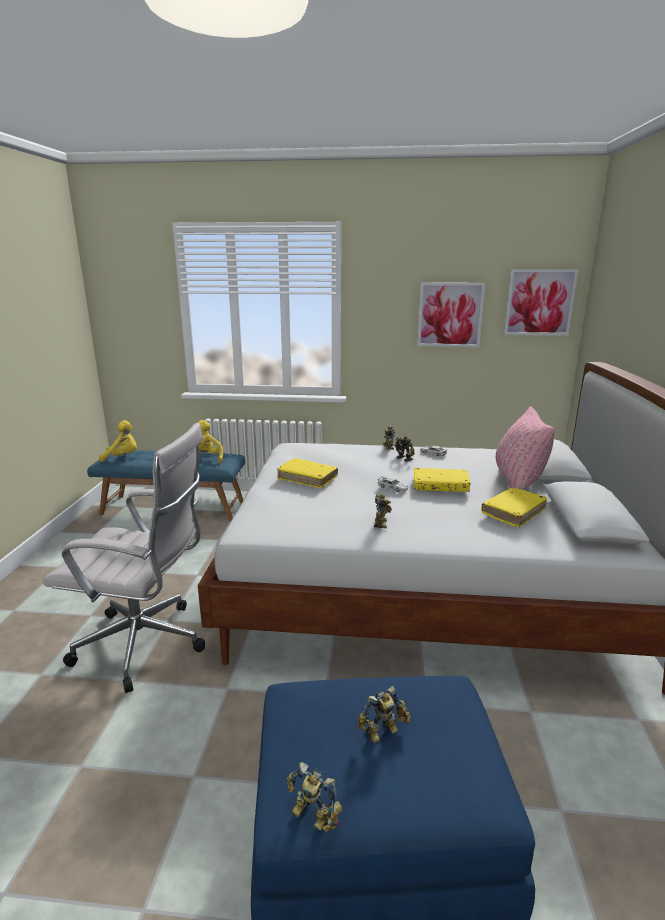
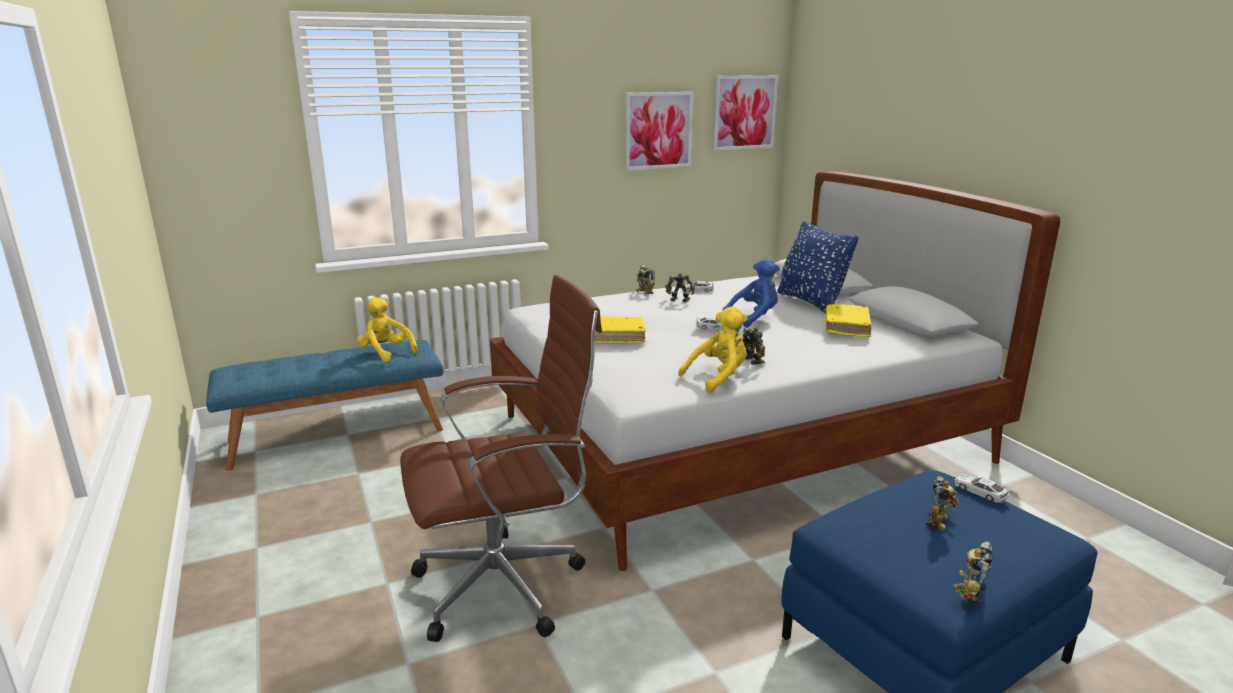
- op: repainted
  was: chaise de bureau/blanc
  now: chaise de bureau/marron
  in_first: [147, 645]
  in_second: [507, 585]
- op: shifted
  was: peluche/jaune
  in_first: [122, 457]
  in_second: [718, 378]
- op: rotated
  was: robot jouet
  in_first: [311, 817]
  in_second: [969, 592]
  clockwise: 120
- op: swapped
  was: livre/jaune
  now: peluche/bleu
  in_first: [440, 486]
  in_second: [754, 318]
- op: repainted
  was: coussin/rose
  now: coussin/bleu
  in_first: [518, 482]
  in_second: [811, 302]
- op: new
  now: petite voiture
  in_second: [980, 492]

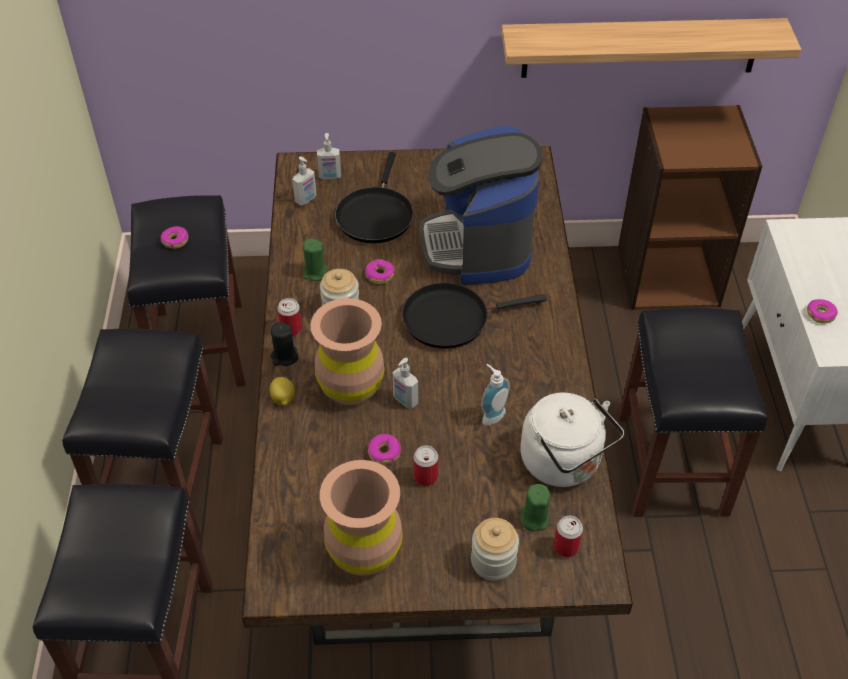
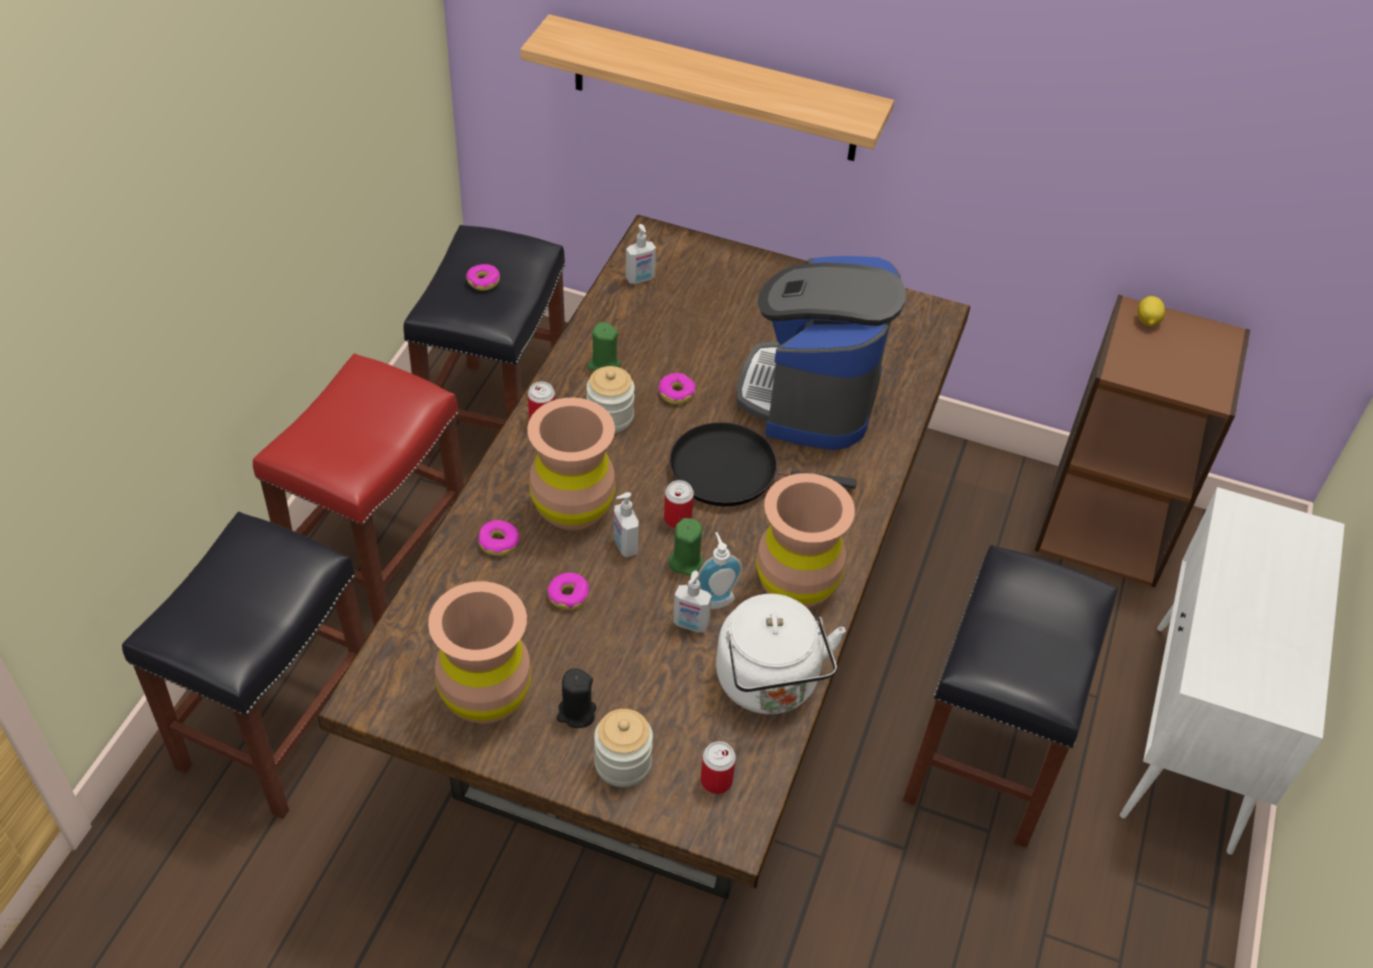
- op: repainted
  was: tabouret/noir
  now: tabouret/rouge
  in_first: [164, 484]
  in_second: [380, 558]
- op: shifted
  was: citron
  in_first: [283, 399]
  in_second: [1147, 321]
- op: shifted
  was: bougie/noir
  in_first: [284, 357]
  in_second: [576, 713]
- op: shifted
  was: distributeur de savon
  in_first: [330, 176]
  in_second: [690, 624]
- op: gone
  was: poêle/noir
  in_first: [375, 215]
- op: shifted
  was: boîte métallique
  in_first: [425, 477]
  in_second: [677, 519]
- op: shifted
  was: étagère
  in_first: [640, 48]
  in_second: [714, 90]
- op: shifted
  was: bougie/vert
  in_first: [534, 518]
  in_second: [685, 561]
- op: shifted
  was: beignet
  in_first: [820, 314]
  in_second: [499, 542]
- op: new
  now: vase/marron
  in_second: [796, 584]

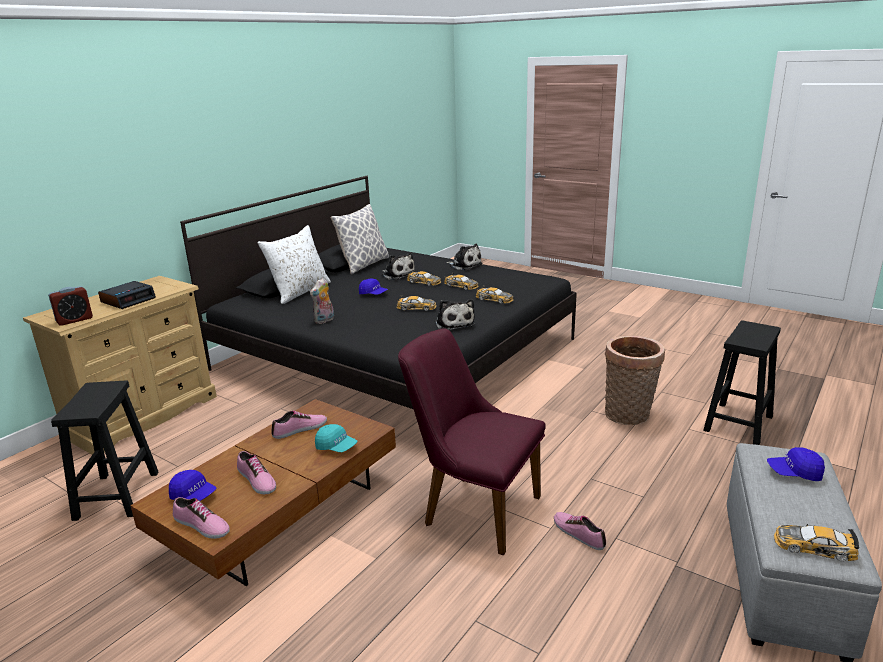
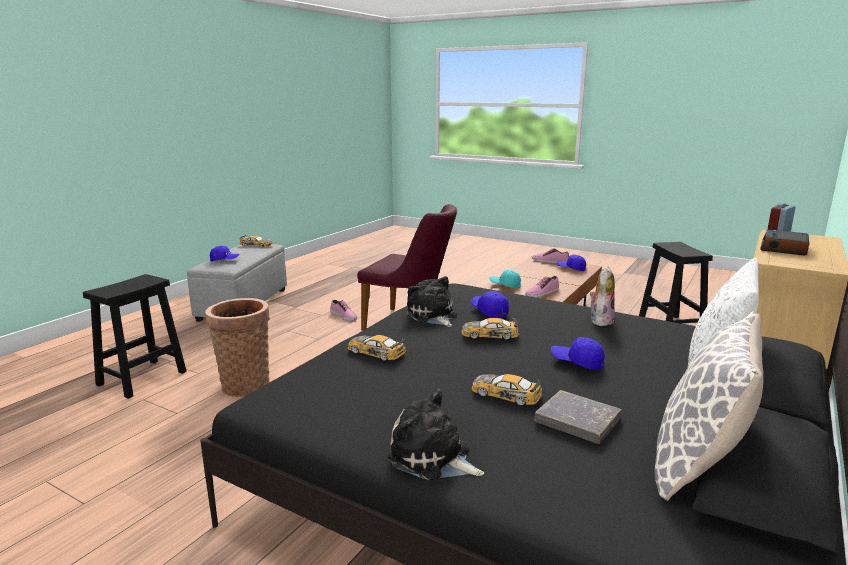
- op: gone
  was: chaussure
  in_first: [256, 480]
- op: swapped
  was: peluche
  now: livre/gris
  in_first: [397, 274]
  in_second: [577, 421]
- op: gone
  was: petite voiture
  in_first: [461, 285]
- op: new
  now: casquette/bleu
  in_second: [489, 311]

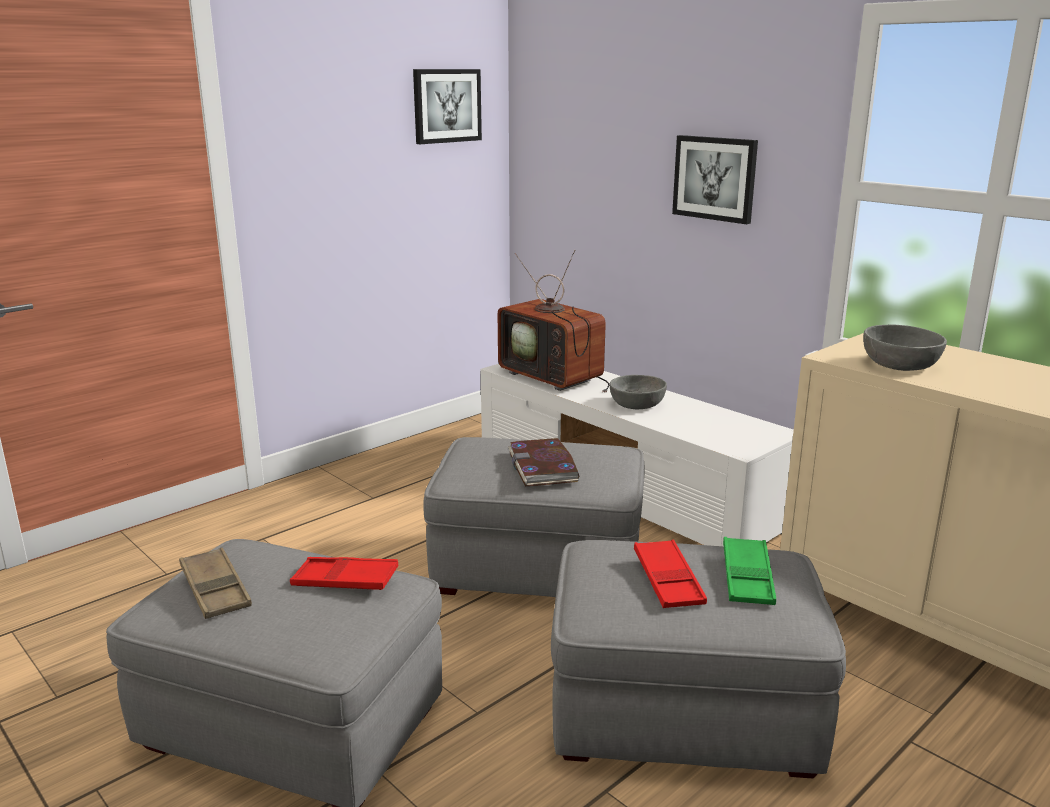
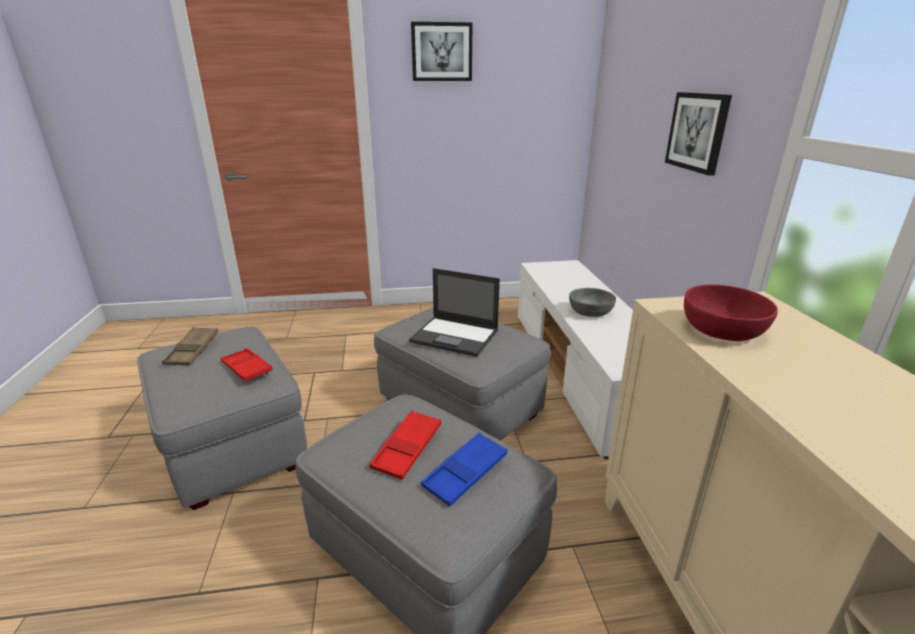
- op: shifted
  was: tableau
  in_first: [446, 106]
  in_second: [441, 52]
- op: gone
  was: téléviseur
  in_first: [555, 377]
- op: swapped
  was: livre
  now: ordinateur portable
  in_first: [543, 467]
  in_second: [455, 336]
- op: repainted
  was: plateau/vert
  now: plateau/bleu
  in_first: [747, 577]
  in_second: [465, 473]
- op: repainted
  was: bol/gris
  now: bol/rouge
  in_first: [900, 364]
  in_second: [722, 330]

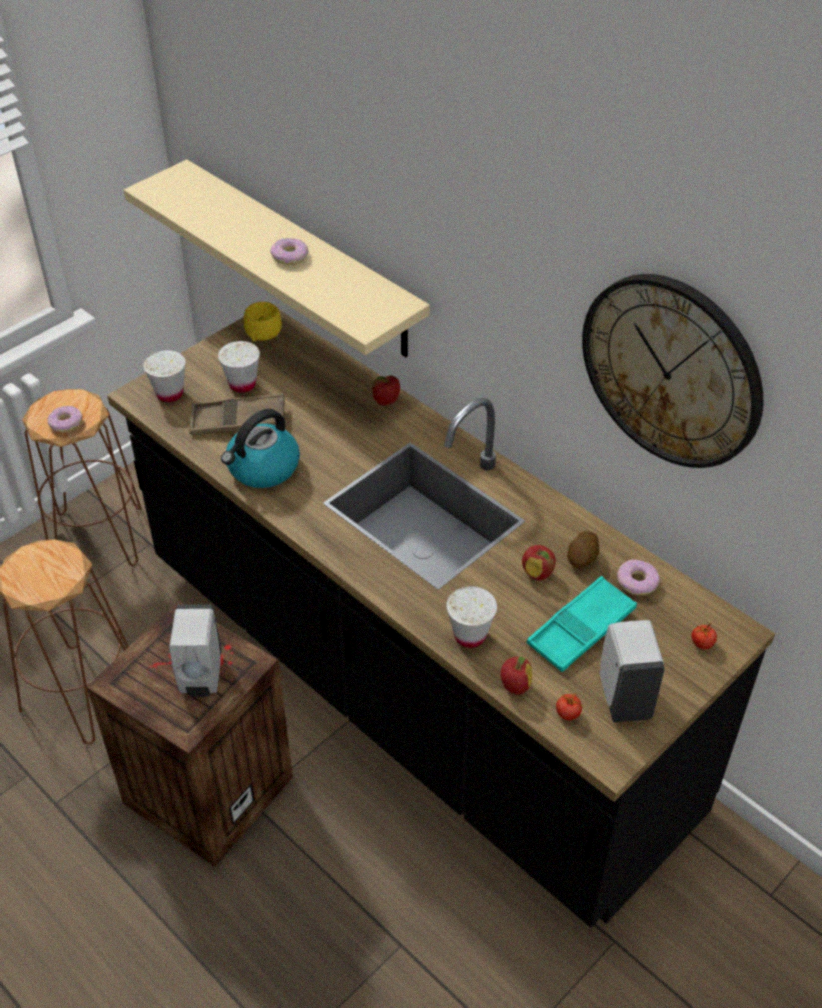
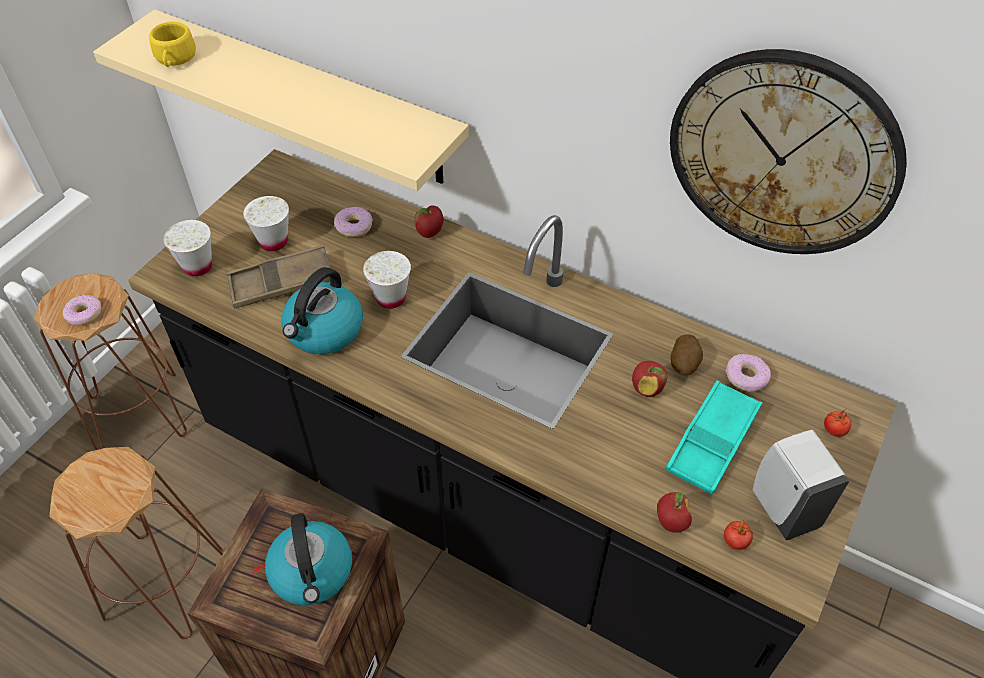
- op: swapped
  was: distributeur de savon/blanc
  now: bouilloire
  in_first: [201, 678]
  in_second: [312, 572]
- op: shifted
  was: tasse/jaune
  in_first: [261, 333]
  in_second: [175, 59]
- op: shifted
  was: beignet
  in_first: [290, 256]
  in_second: [354, 226]
- op: shifted
  was: tasse/blanc
  in_first: [470, 636]
  in_second: [390, 298]

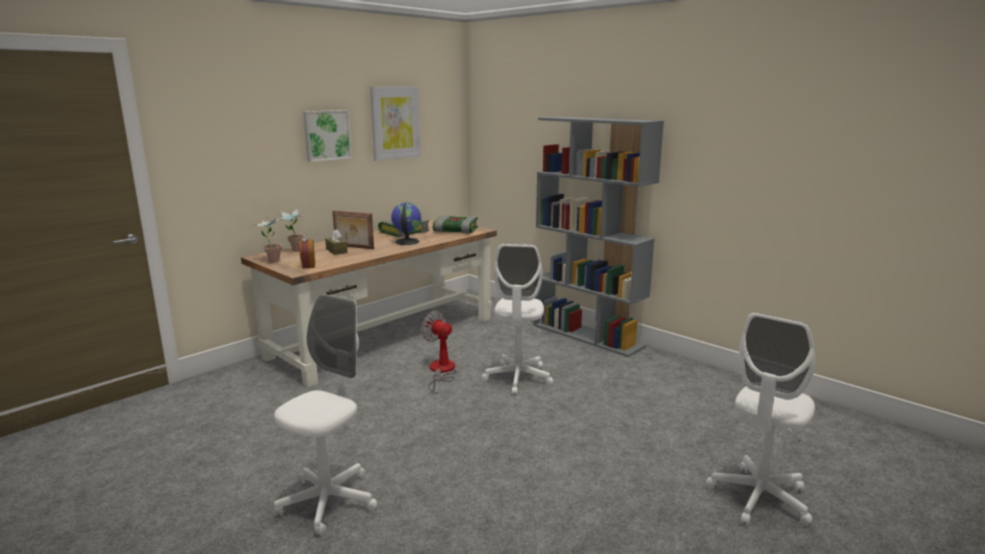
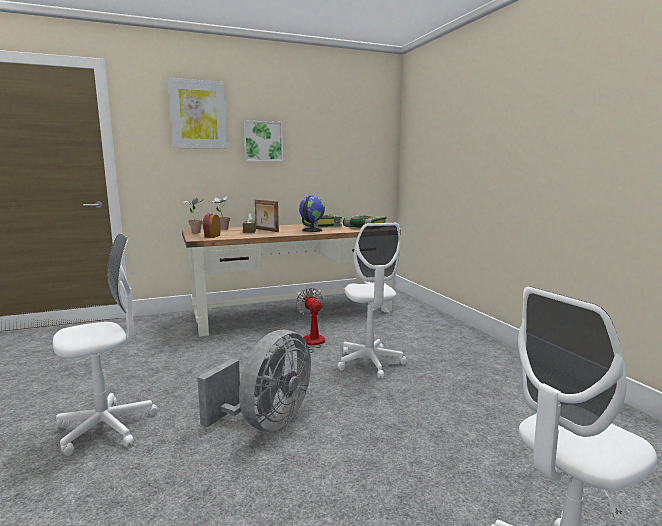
- op: shifted
  was: tableau
  in_first: [395, 123]
  in_second: [198, 115]
- op: rotated
  was: chaise de bureau/blanc
  in_first: [518, 379]
  in_second: [370, 362]
  clockwise: -45
- op: gone
  was: bibliothèque/gris
  in_first: [588, 336]
- op: new
  now: ventilateur/gris
  in_second: [266, 422]

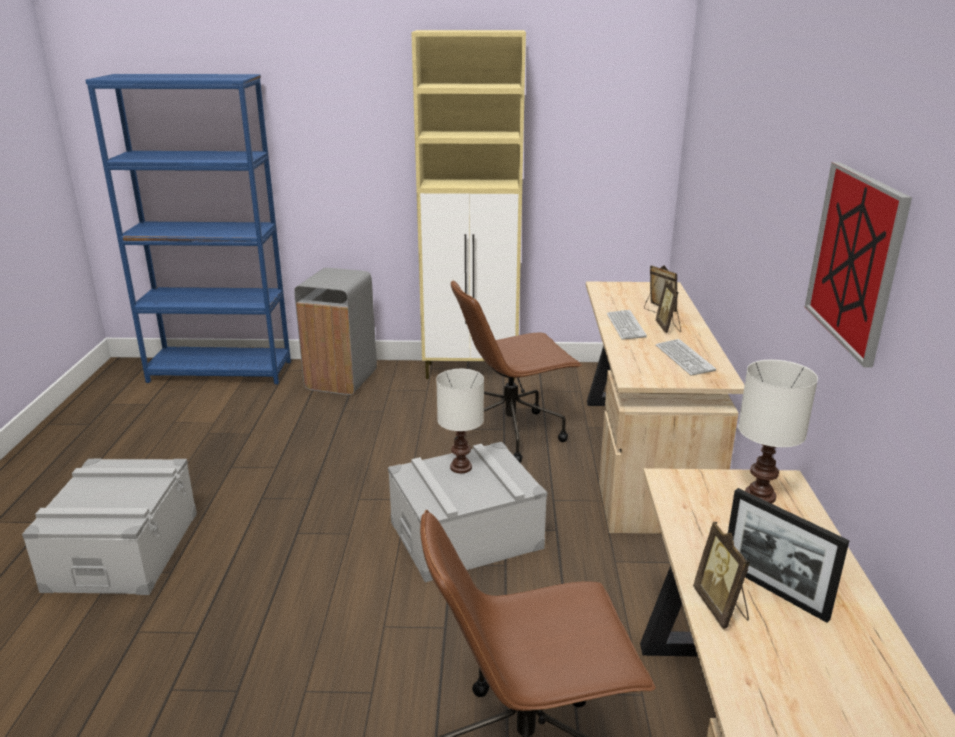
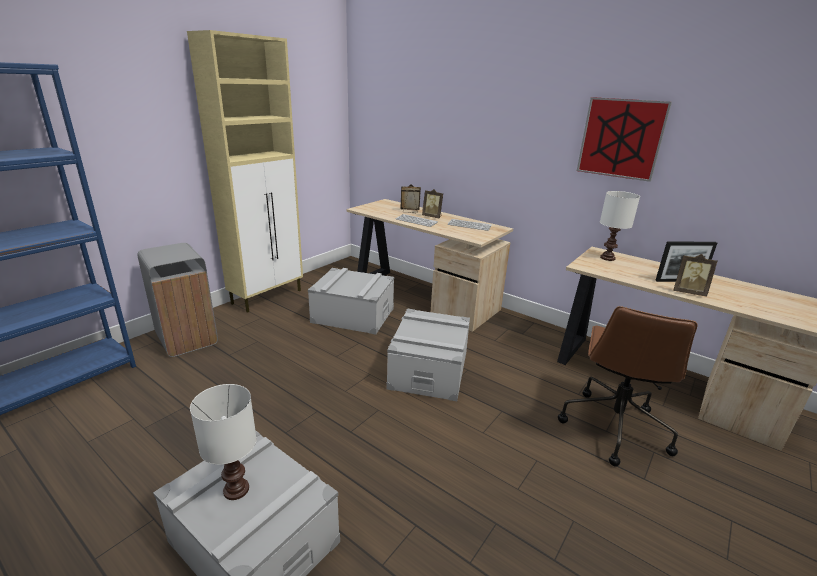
- op: shifted
  was: lampe de table/blanc
  in_first: [462, 467]
  in_second: [237, 489]
- op: swapped
  was: chaise de bureau/marron
  now: boîte de rangement/gris
  in_first: [511, 433]
  in_second: [353, 315]

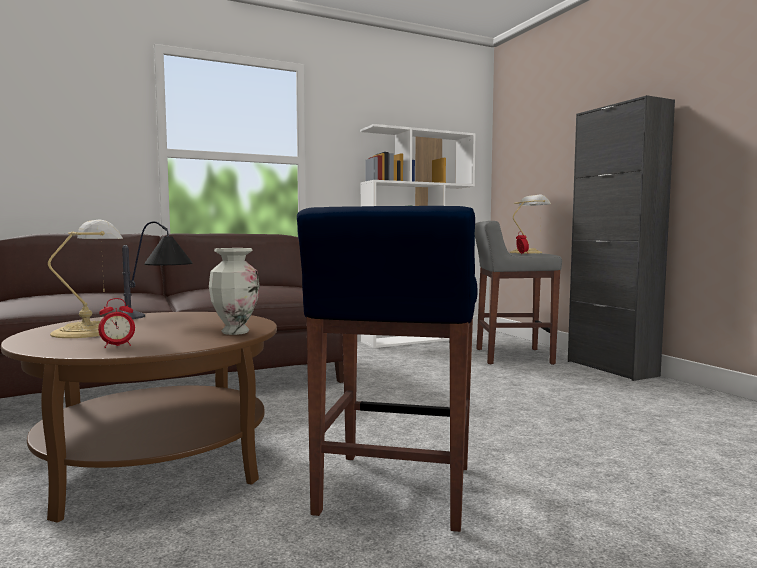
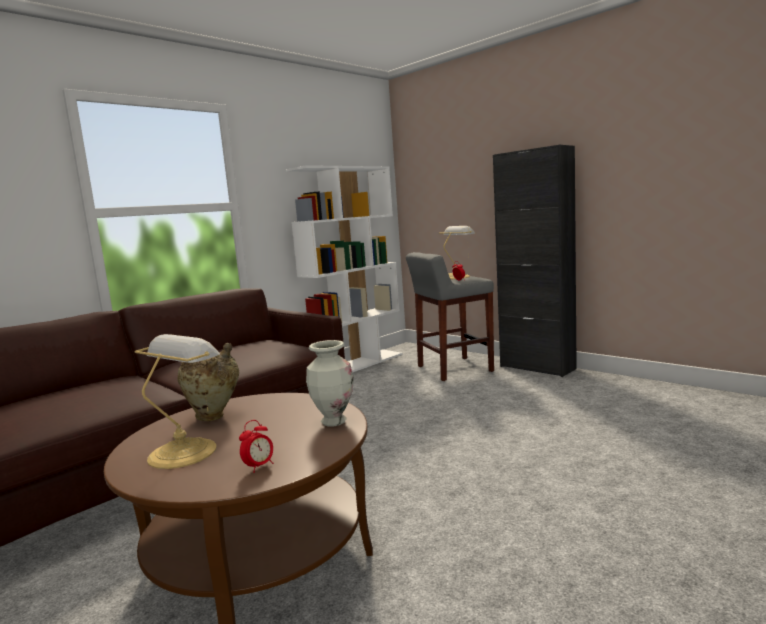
- op: swapped
  was: lampe de table
  now: vase/beige
  in_first: [155, 318]
  in_second: [214, 417]
- op: gone
  was: tabouret/bleu
  in_first: [394, 491]

